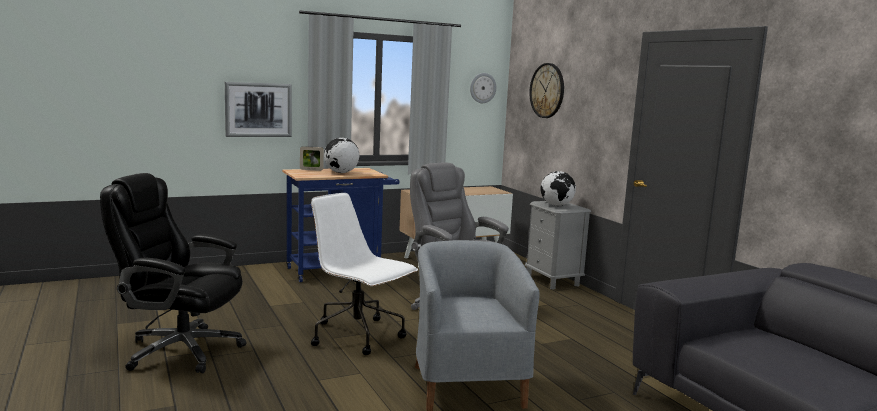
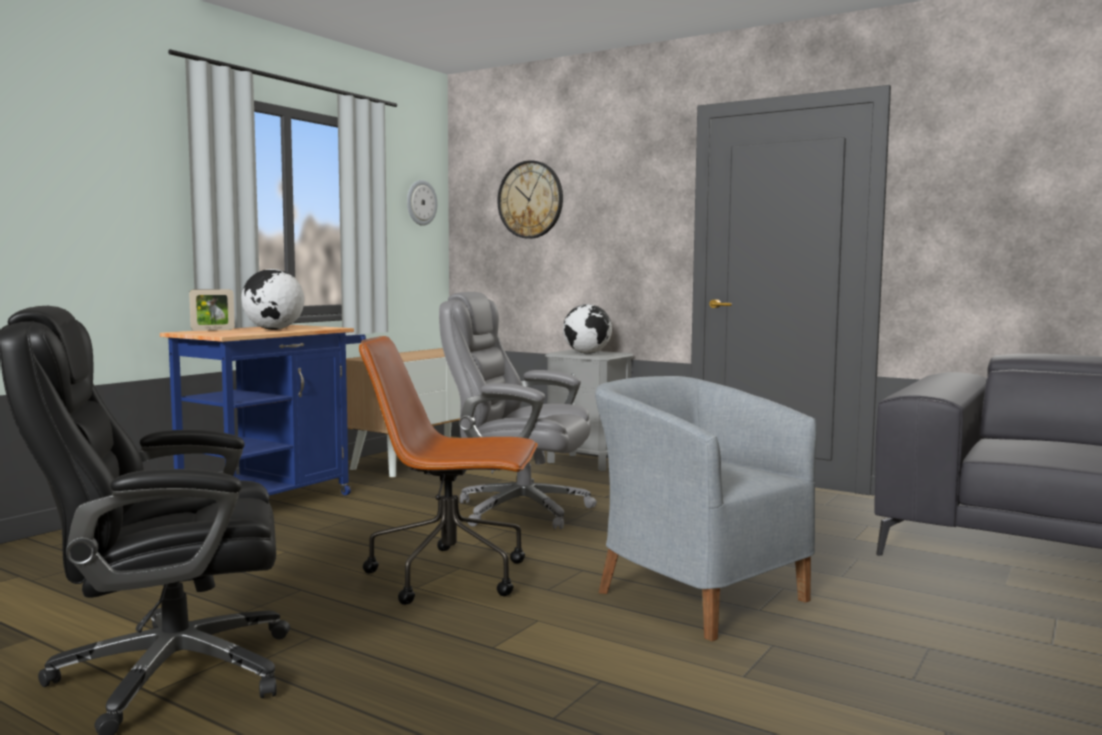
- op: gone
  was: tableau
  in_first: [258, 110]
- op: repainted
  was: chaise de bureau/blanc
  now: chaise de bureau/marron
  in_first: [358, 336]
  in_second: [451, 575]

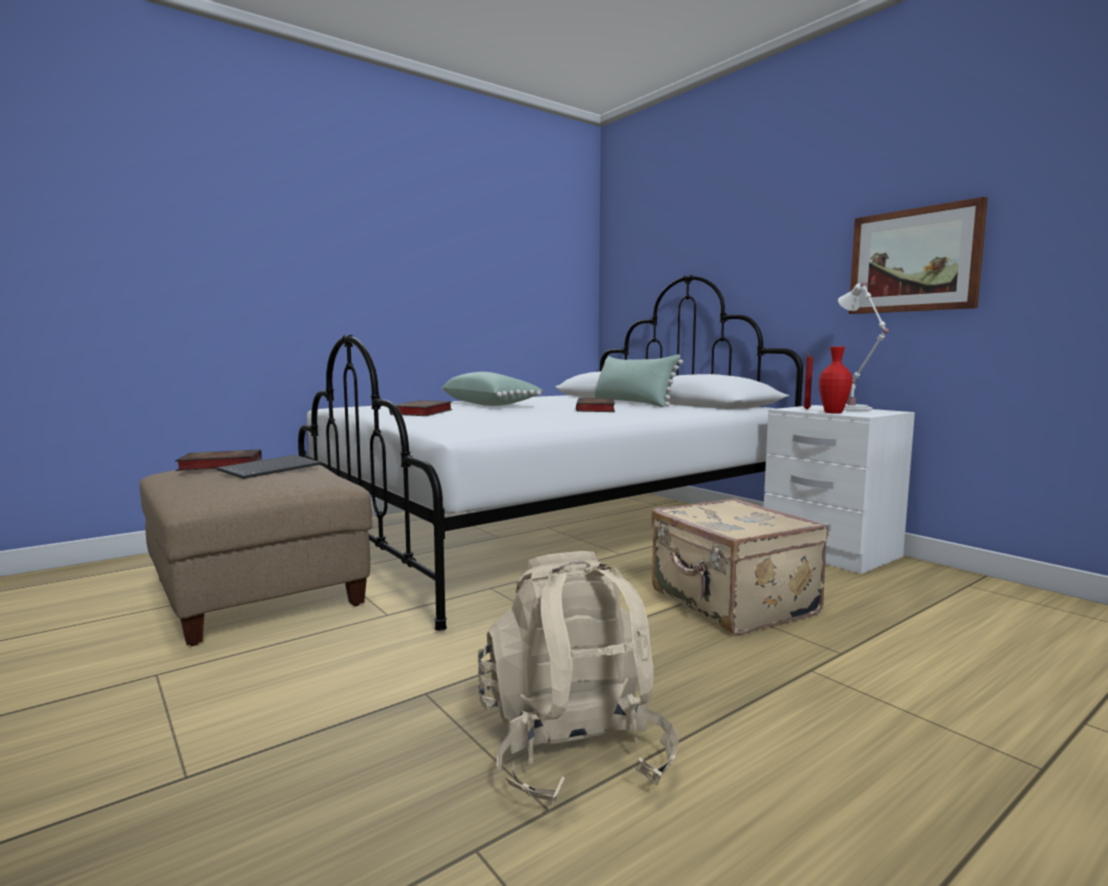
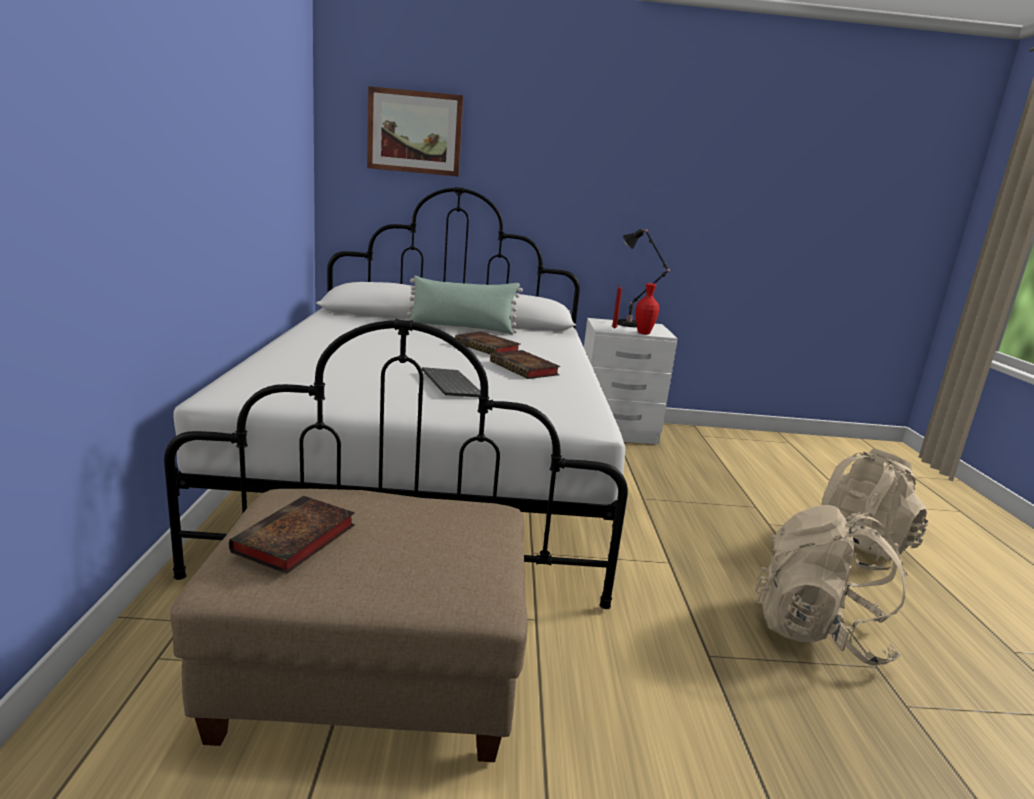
- op: shifted
  was: clavier
  in_first: [271, 469]
  in_second: [449, 384]
- op: shifted
  was: livre
  in_first: [422, 413]
  in_second: [525, 369]
- op: gone
  was: coussin/vert
  in_first: [490, 405]
- op: gone
  was: valise/beige
  in_first: [731, 604]
- op: repainted
  was: lampe de table/blanc
  now: lampe de table/noir
  in_first: [853, 409]
  in_second: [631, 324]
- op: shifted
  was: tableau
  in_first: [914, 260]
  in_second: [415, 132]
- op: new
  now: sac à dos/beige
  in_second: [855, 551]

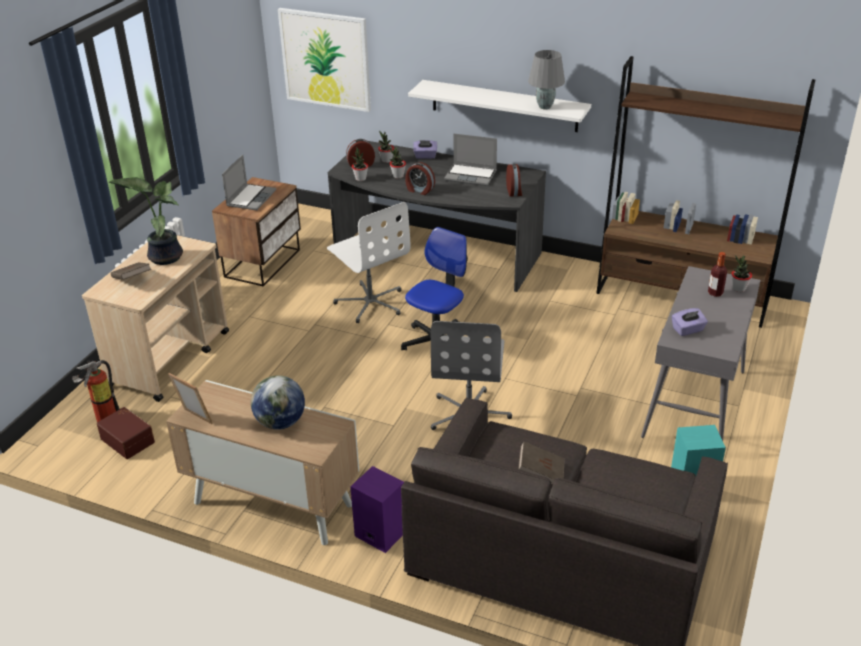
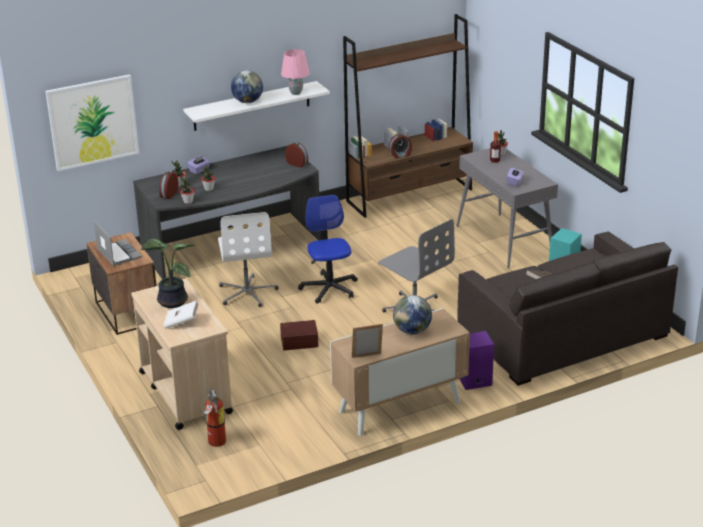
- op: shifted
  was: boîte de rangement/marron
  in_first: [128, 440]
  in_second: [299, 341]
- op: repainted
  was: livre/marron
  now: livre/blanc
  in_first: [132, 279]
  in_second: [182, 322]
- op: rotated
  was: chaise de bureau/blanc
  in_first: [370, 303]
  in_second: [247, 292]
  clockwise: 75
- op: shifted
  was: réveil
  in_first: [419, 190]
  in_second: [400, 155]
- op: gone
  was: ordinateur portable
  in_first: [471, 175]
- op: repainted
  was: lampe de table/gris
  now: lampe de table/rose
  in_first: [545, 107]
  in_second: [296, 93]
- op: new
  now: globe
  in_second: [247, 101]

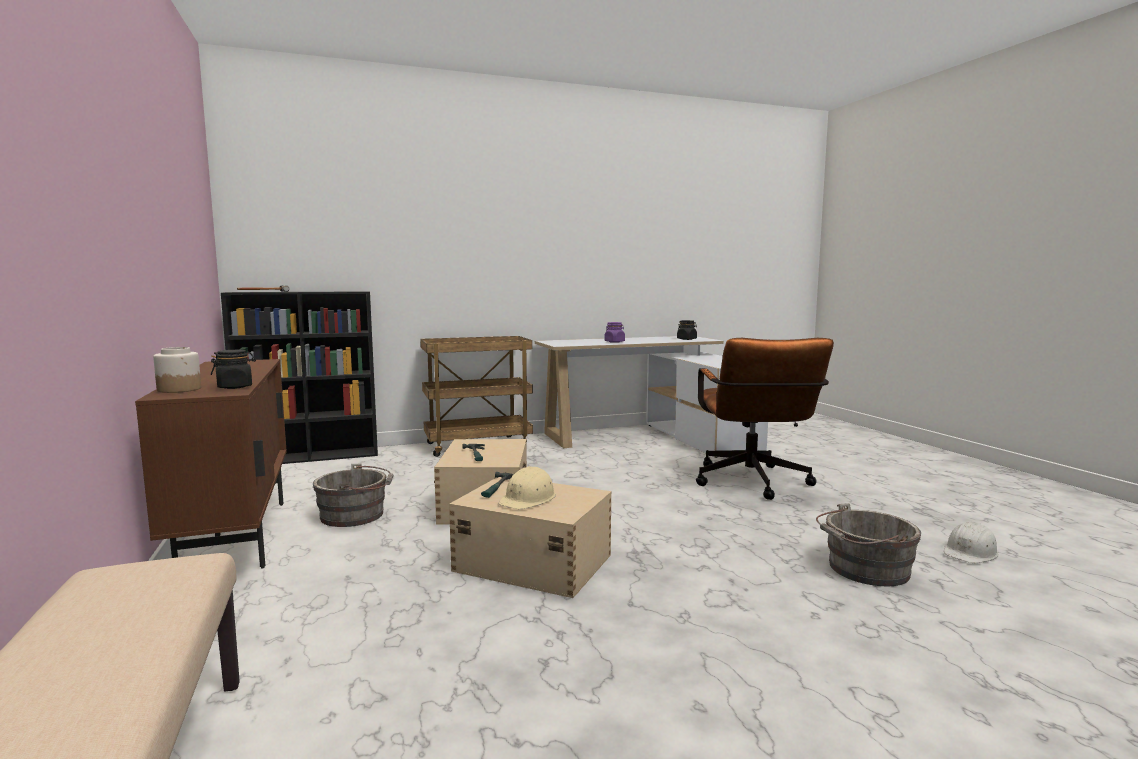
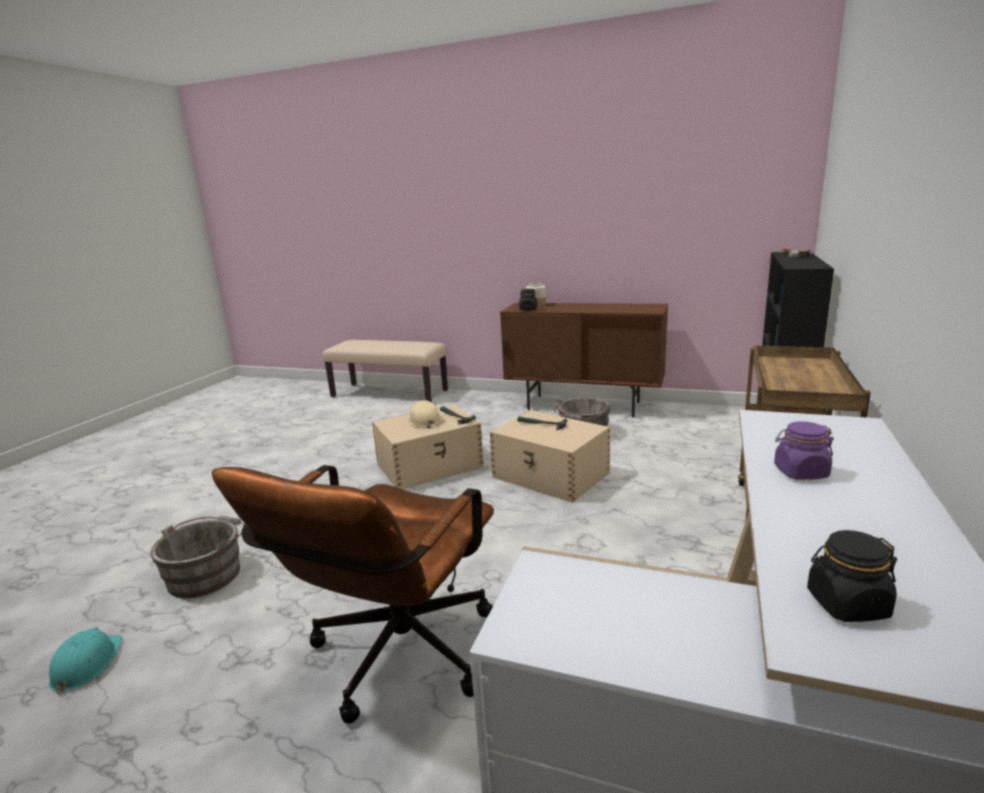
- op: rotated
  was: chaise de bureau/marron
  in_first: [753, 484]
  in_second: [394, 661]
  clockwise: -105
- op: repainted
  was: casque de chantier/blanc
  now: casque de chantier/turquoise
  in_first: [970, 552]
  in_second: [86, 664]

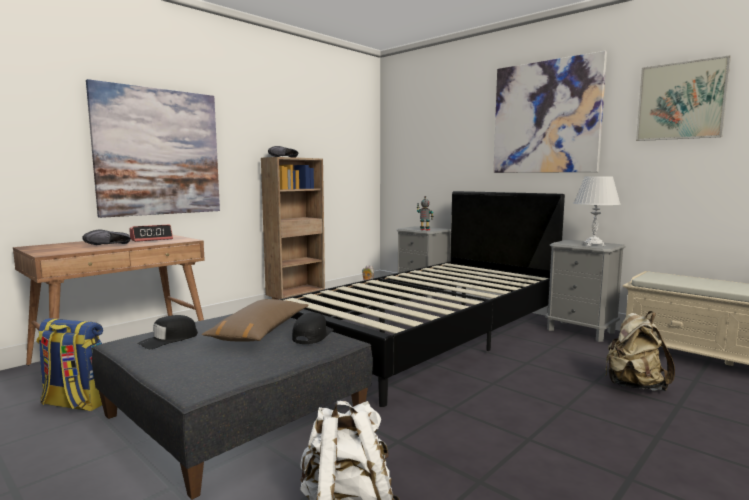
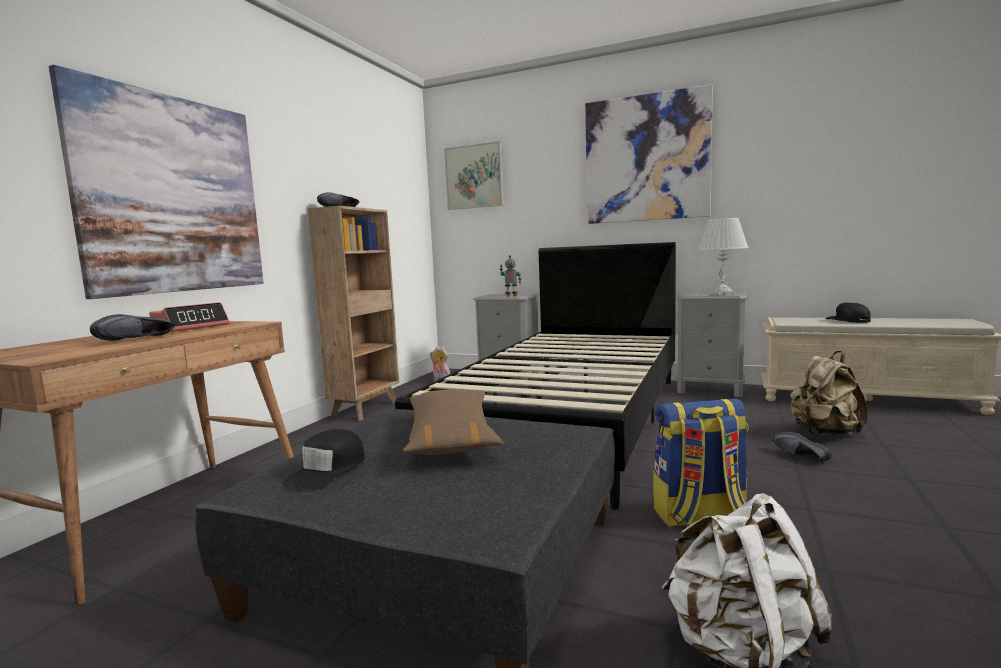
- op: shifted
  was: sac à dos
  in_first: [76, 403]
  in_second: [699, 516]
- op: shifted
  was: casquette/noir
  in_first: [312, 335]
  in_second: [848, 320]
- op: shifted
  was: tableau
  in_first: [680, 101]
  in_second: [474, 176]
- op: new
  now: chaussure/noir
  in_second: [798, 457]

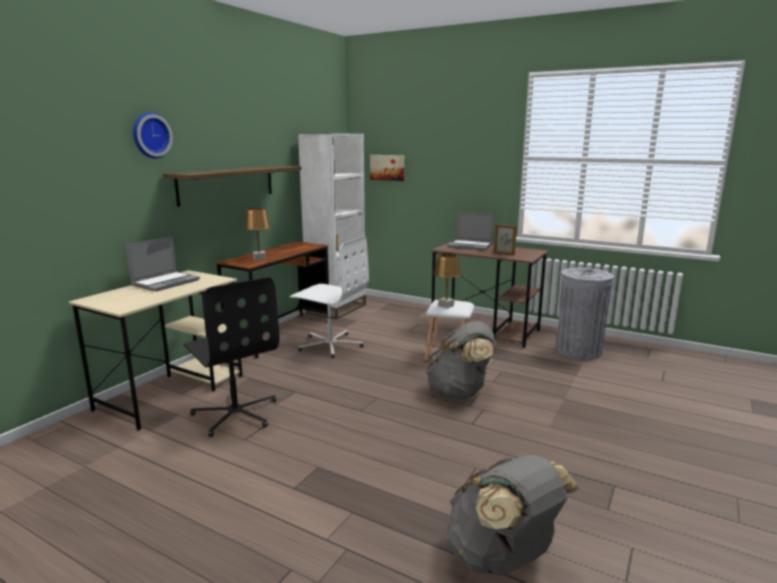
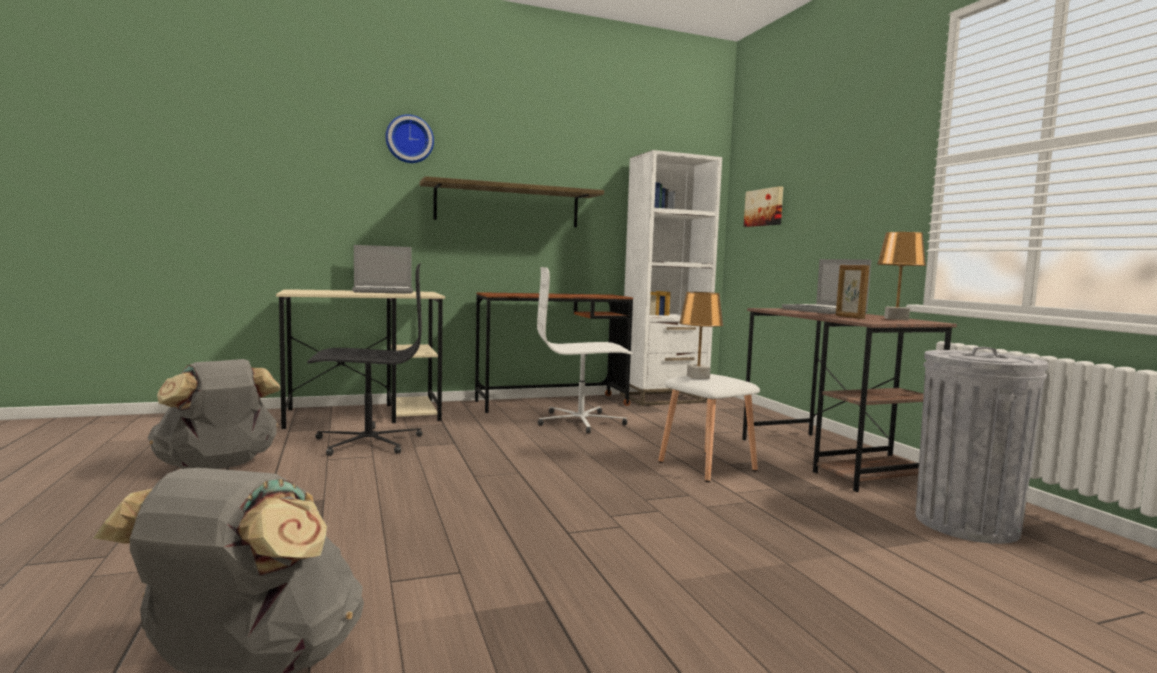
- op: rotated
  was: chaise de bureau/noir
  in_first: [236, 414]
  in_second: [368, 441]
  clockwise: -105
- op: shifted
  was: lampe de table/marron
  in_first: [259, 258]
  in_second: [896, 319]
- op: rotated
  was: chaise de bureau/blanc
  in_first: [330, 345]
  in_second: [581, 421]
  clockwise: 105
- op: shifted
  was: sac à dos/gris
  in_first: [460, 392]
  in_second: [218, 467]

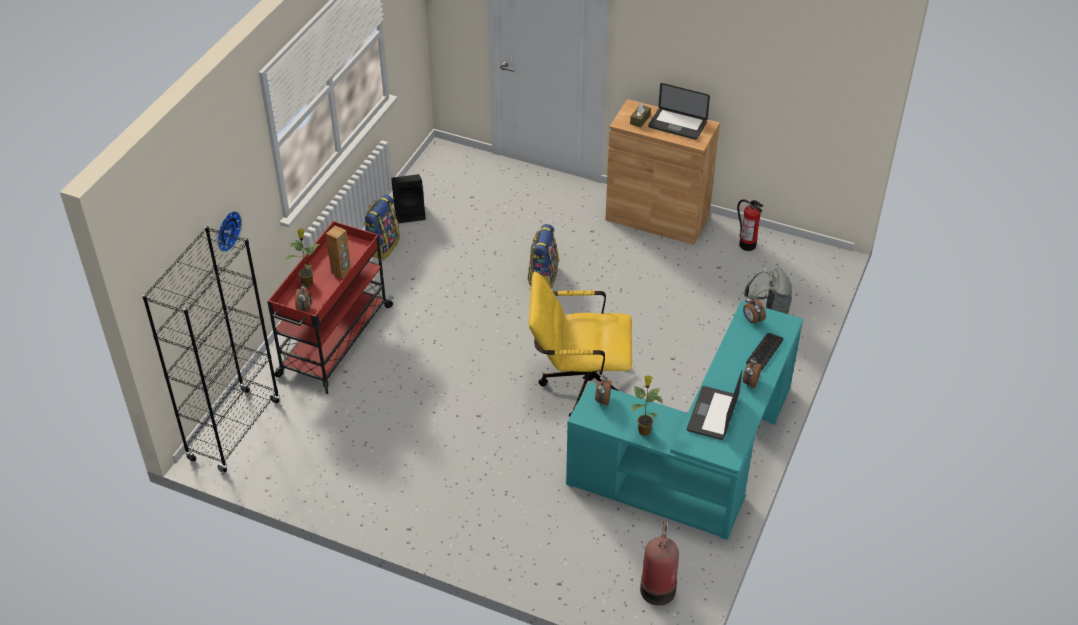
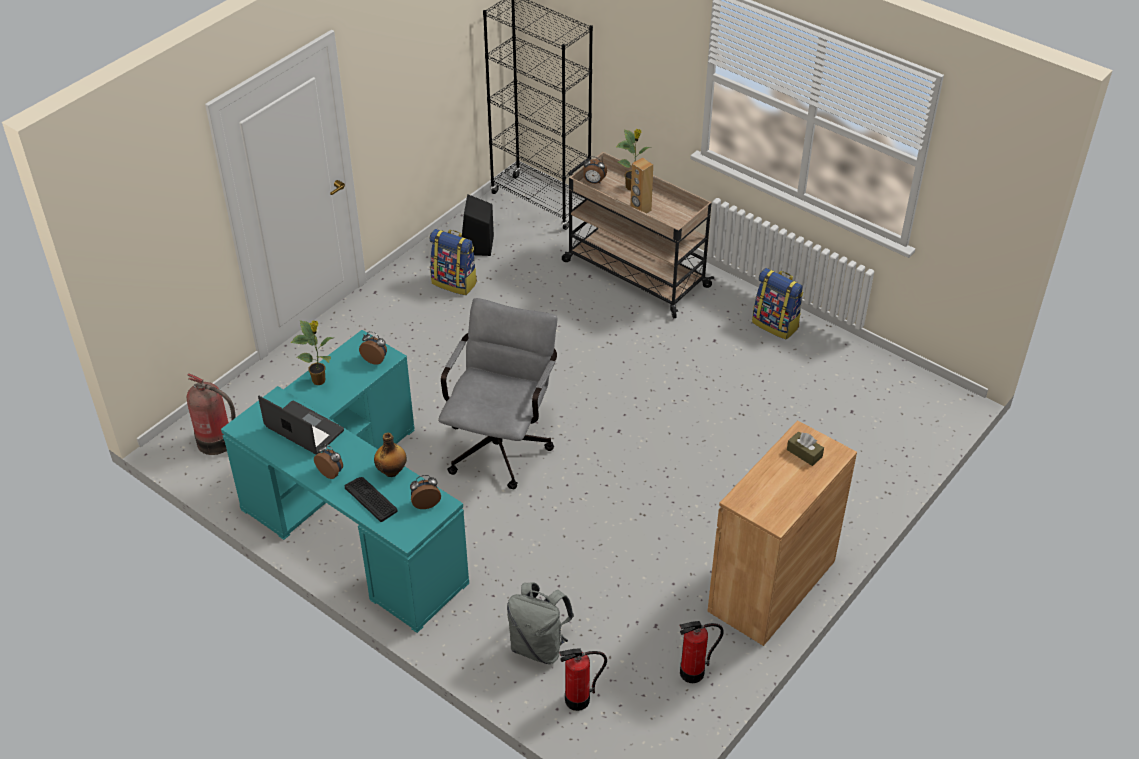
- op: gone
  was: horloge murale
  in_first: [226, 230]
- op: repainted
  was: chariot/rouge
  now: chariot/beige
  in_first: [334, 342]
  in_second: [634, 273]
- op: shifted
  was: enceinte/noir
  in_first: [410, 212]
  in_second: [477, 246]
- op: shifted
  was: sac à dos
  in_first: [543, 276]
  in_second: [455, 282]
- op: repainted
  was: chaise de bureau/jaune
  now: chaise de bureau/gris
  in_first: [579, 385]
  in_second: [501, 442]
- op: gone
  was: ordinateur portable
  in_first: [677, 125]
- op: new
  now: bouteille
  in_second: [392, 471]
- op: new
  now: extincteur
  in_second: [577, 700]

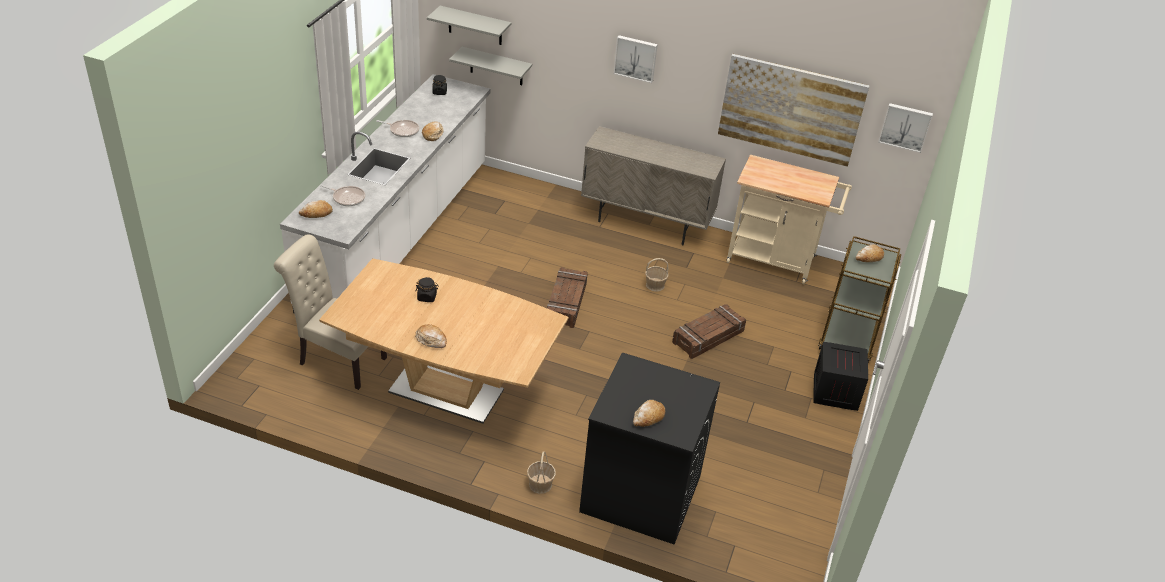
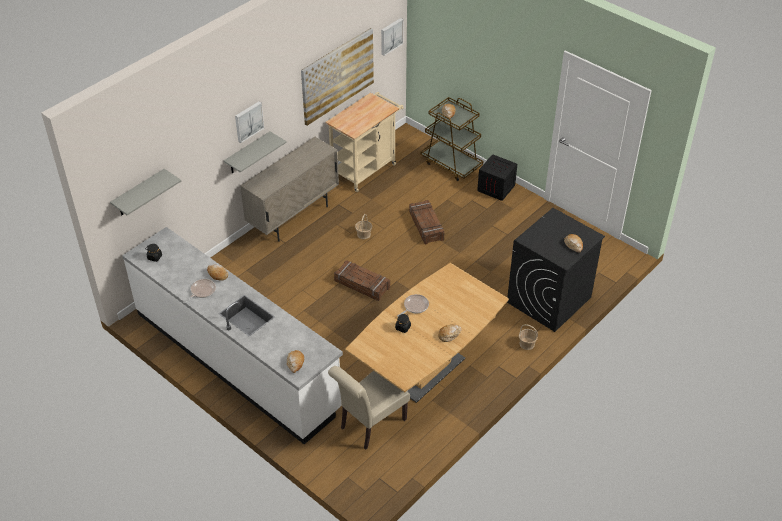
- op: shifted
  was: poêle
  in_first: [347, 198]
  in_second: [414, 306]
- op: shifted
  was: étagère/gris
  in_first: [496, 66]
  in_second: [248, 153]

